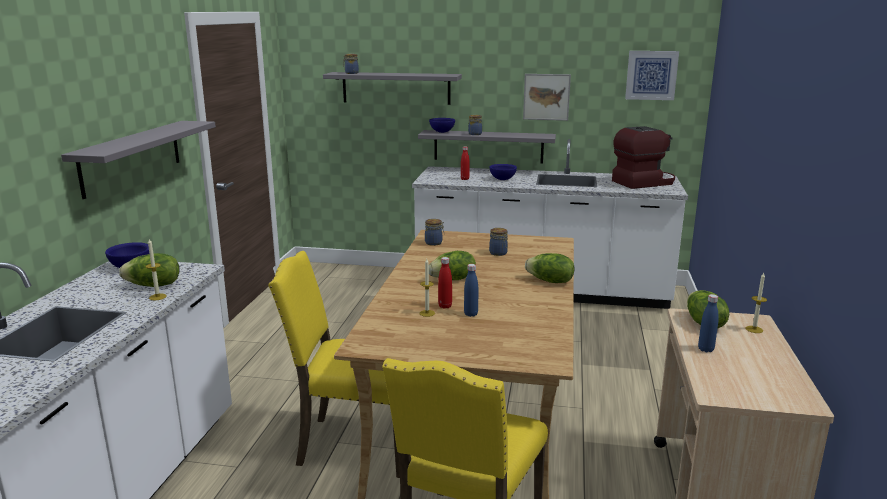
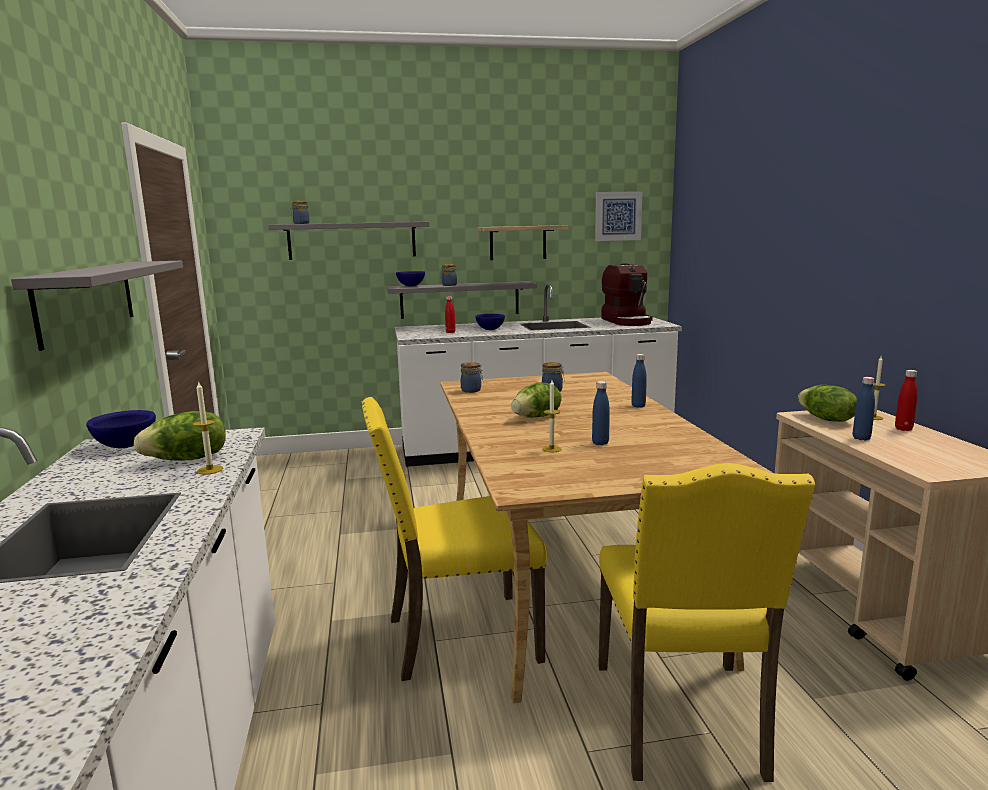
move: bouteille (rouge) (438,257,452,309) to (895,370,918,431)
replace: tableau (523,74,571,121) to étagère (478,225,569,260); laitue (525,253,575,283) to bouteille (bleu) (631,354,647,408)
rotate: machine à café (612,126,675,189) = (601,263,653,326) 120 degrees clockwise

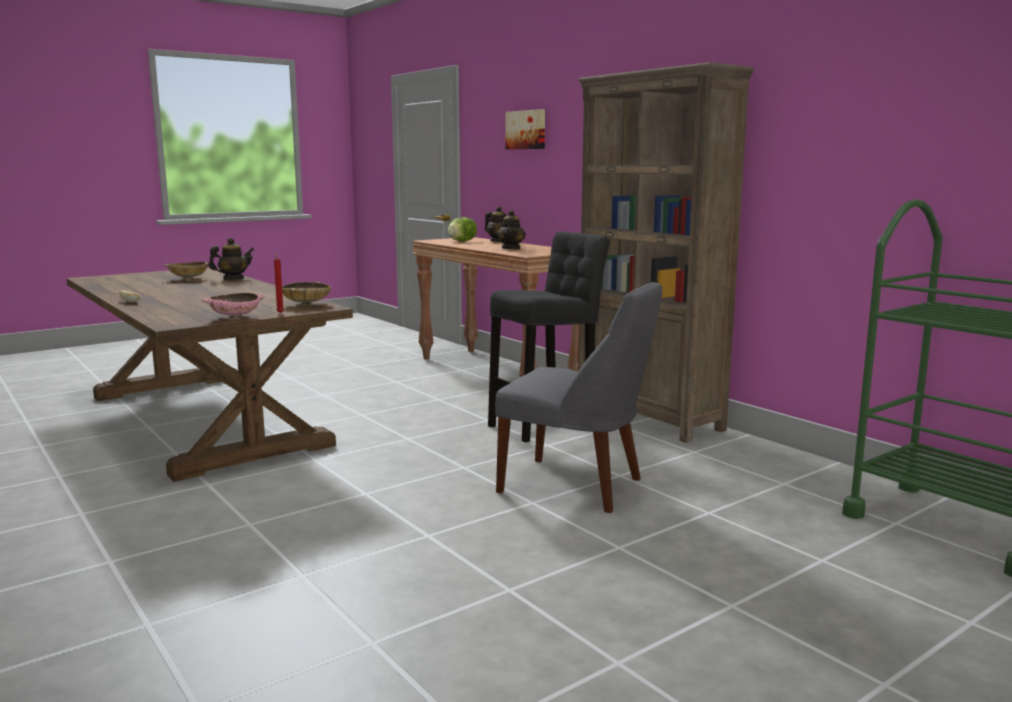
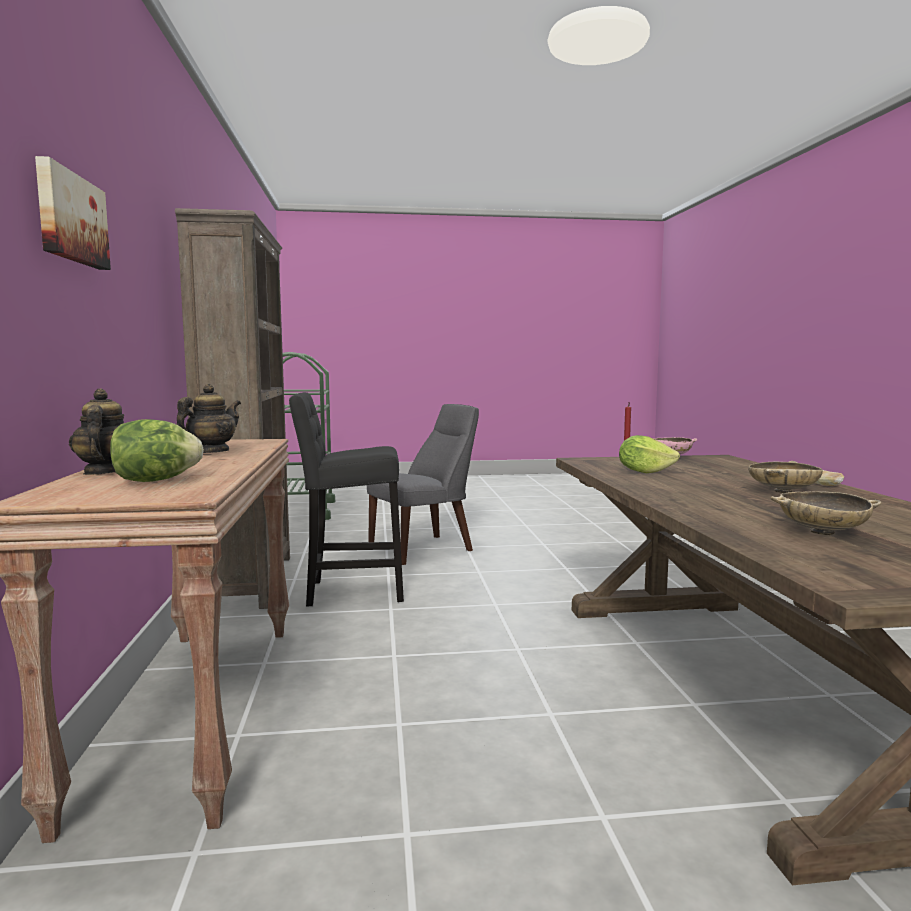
delete: théière (208,238,254,279)
insert: laitue (619,435,680,473)
move: bol (beige) (282,282,331,306) to (748,461,823,493)
rotate: chaise (gris) (495,282,662,513) = (367,404,479,565) 90 degrees clockwise

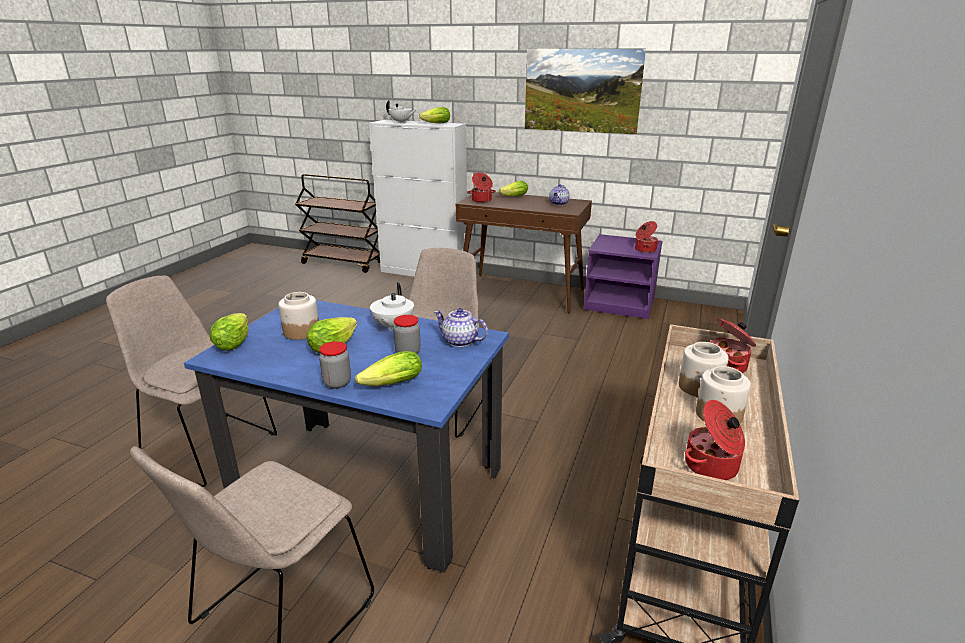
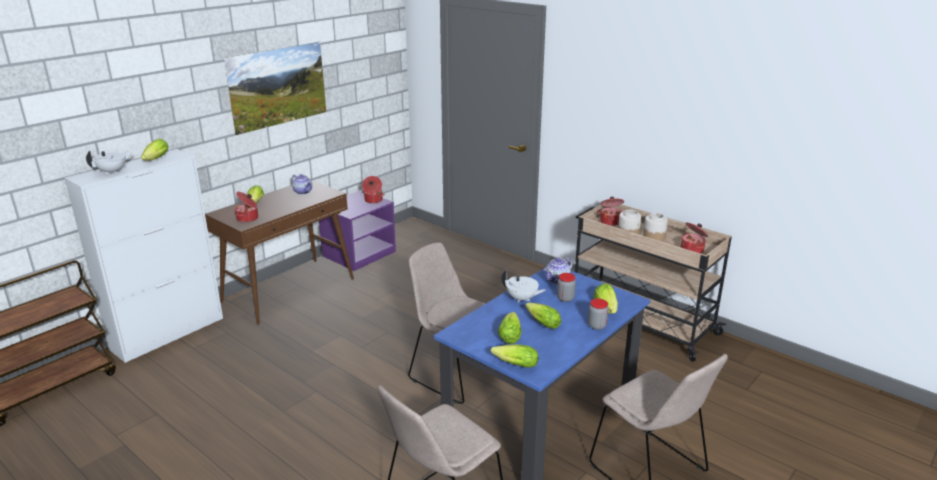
replace: bocal (278,292,319,340) to laitue (498,312,521,344)

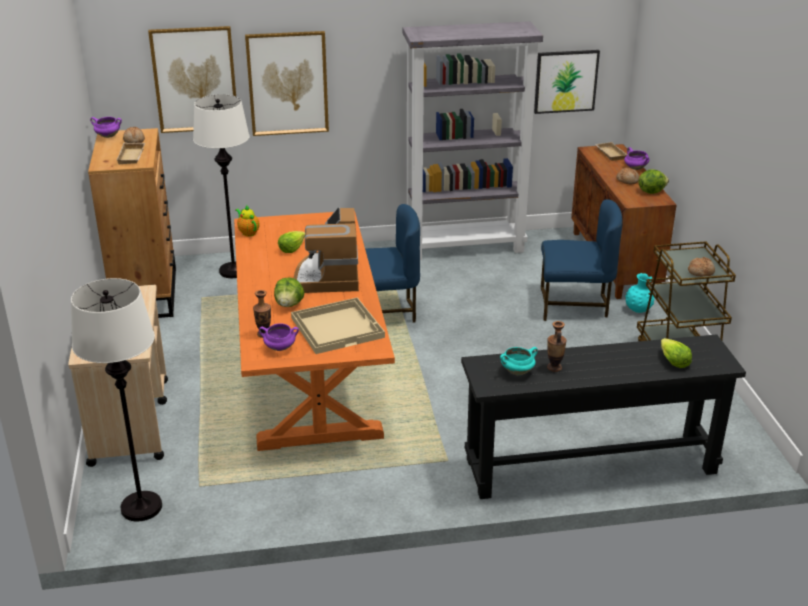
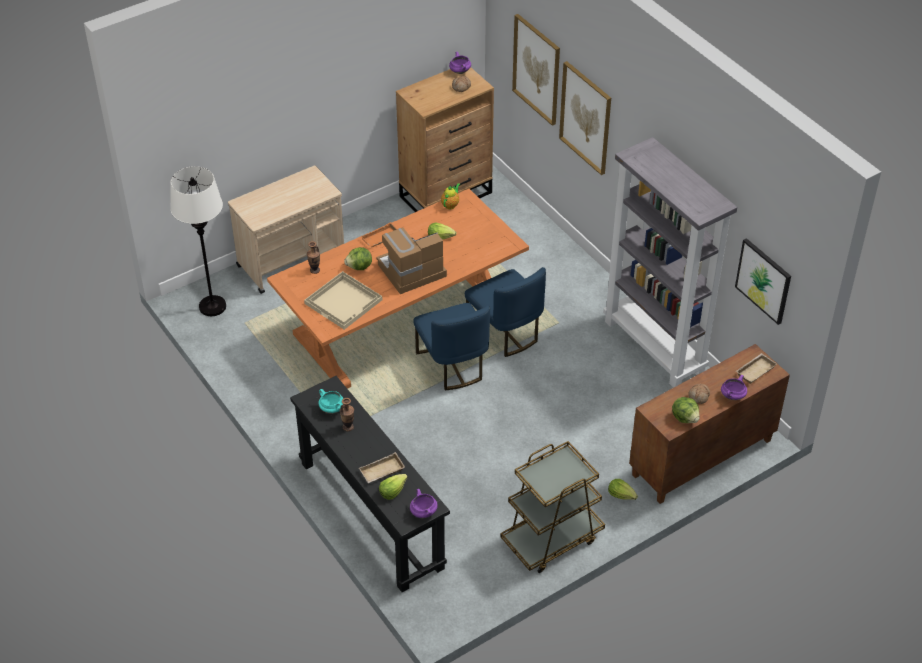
delete: lampadaire (blanc) (193,94,250,278); pain (688,257,715,276)
insert: plateau (orange) (361,222,397,247)
move: plateau (beige) (116,142,145,164) to (359,452,405,483); marmite (violet) (259,323,299,351) to (410,489,438,518); chaise (bleu) (541,199,623,321) to (413,303,490,390)
replace: vase (turquoise) (625,273,654,313) to laitue (608,479,638,500)

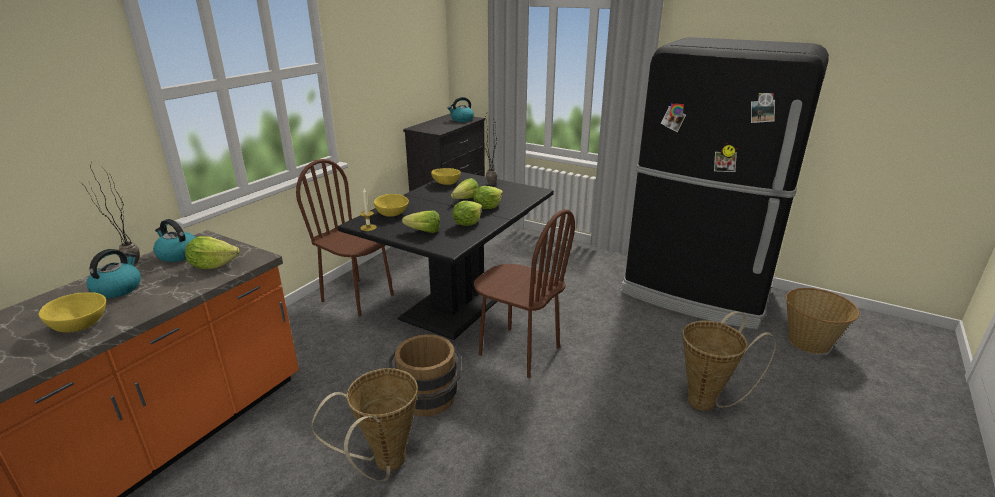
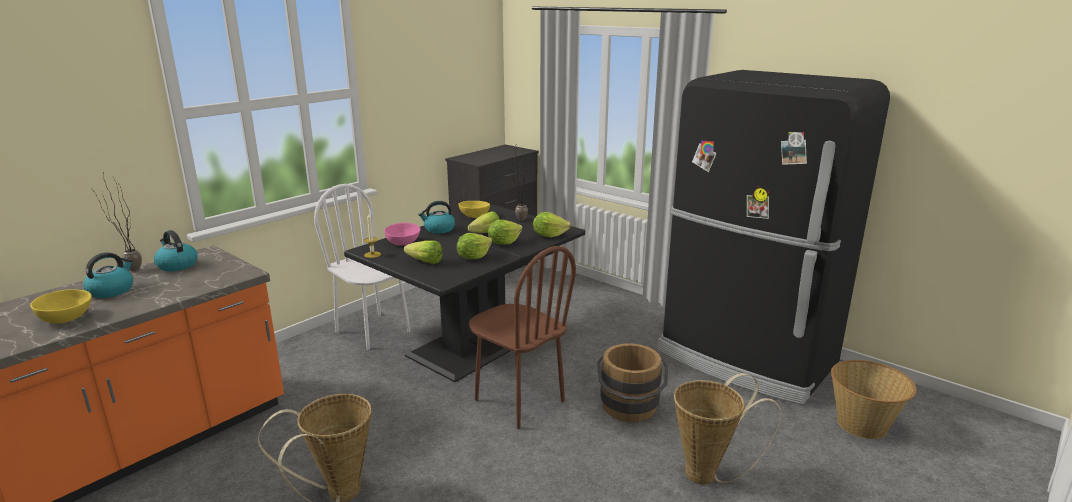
move: bouilloire (448,97,474,122) to (418,201,455,234); laitue (185,236,239,269) to (533,212,571,237); seau (marron) (389,334,462,417) to (597,343,668,422)
recolor: chaise (marron) (296,159,394,317) to chaise (blanc) (314,184,410,350); bol (jaune) (374,194,409,217) to bol (rose) (384,223,421,246)

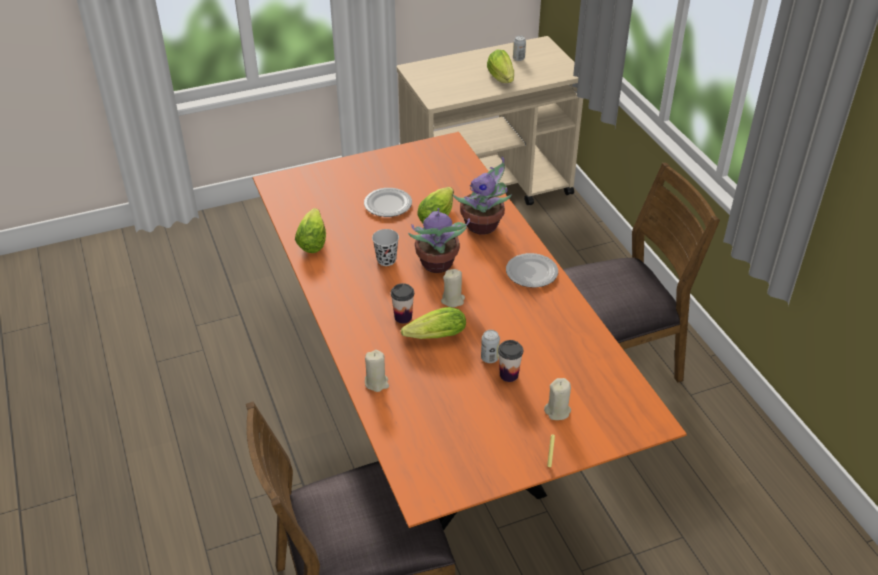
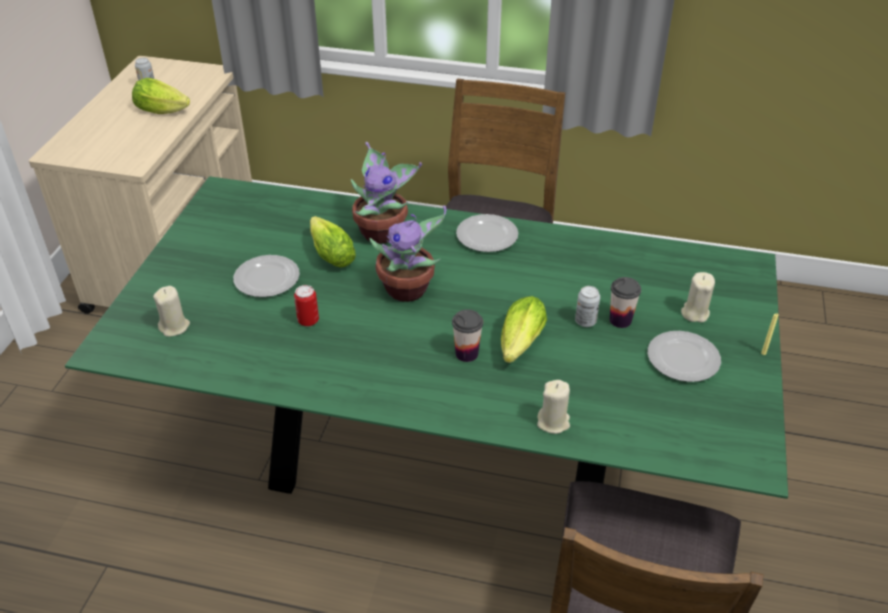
delete: laitue (295,208,326,253); tasse (noir) (372,229,399,266)
insert: boîte métallique (294,285,319,326); assiette (648,331,721,382)
move: bougie (beige) (441,269,465,307) to (153,286,190,337)
recolor: table à manger (orange) (253,132,687,531) to table à manger (vert) (65,176,788,499)

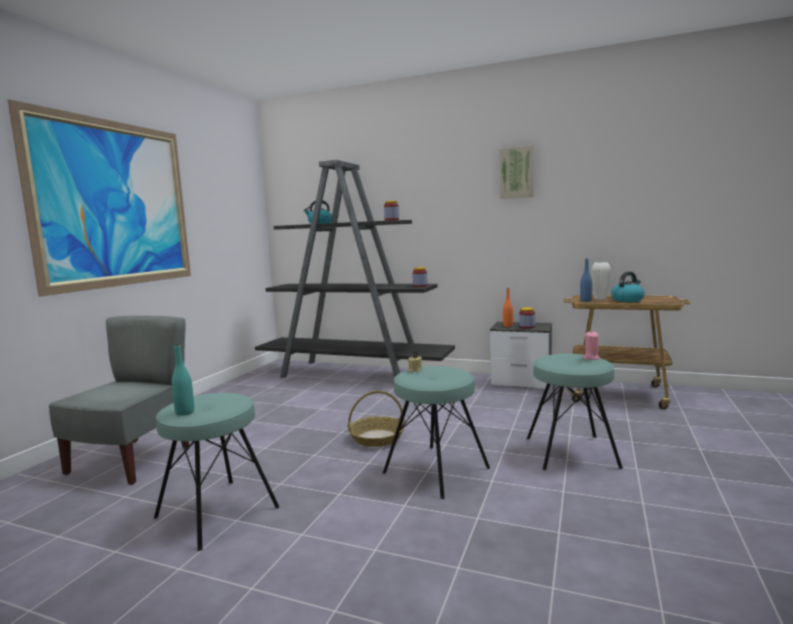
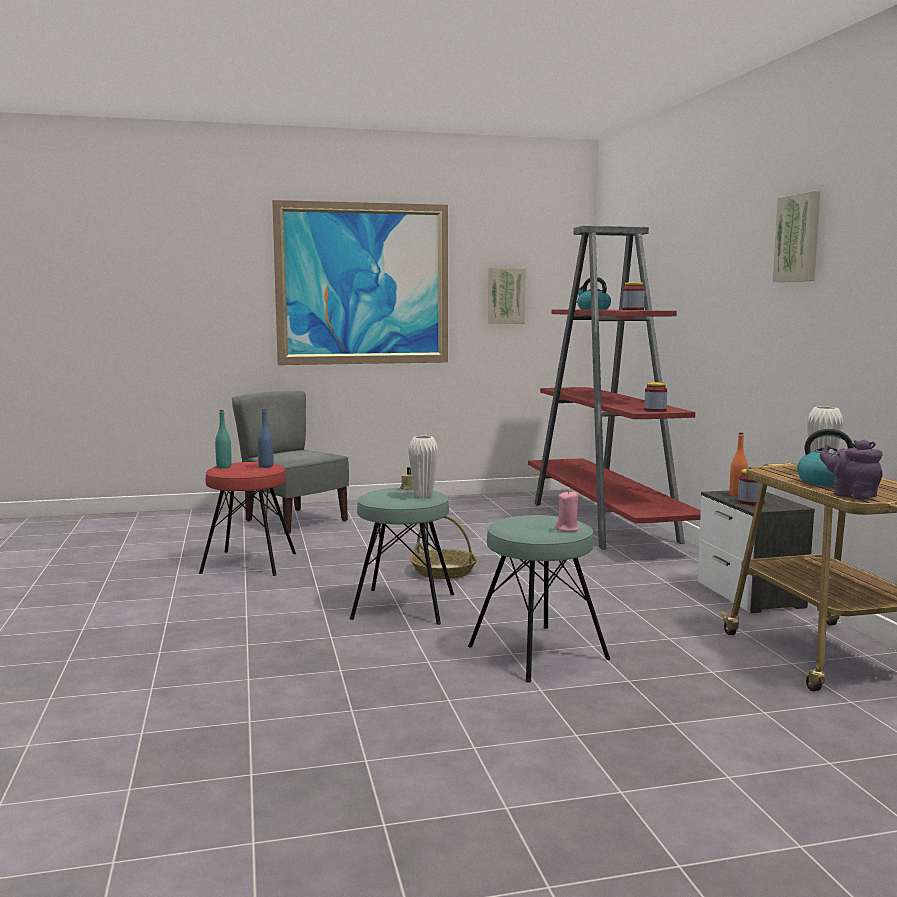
insert: vase (blanc) (408,436,438,498); tableau (488,268,526,324); théière (violet) (820,440,883,499)
move: bouteille (bleu) (580,259,592,302) to (258,409,274,468)
recolor: tabouret (turquoise) (154,393,279,551) to tabouret (rouge) (199,462,296,576); bibliothèque (noir) (255,160,455,378) to bibliothèque (rouge) (528,226,701,550)
rotate: chaise (gris) (49,316,189,485) = (232,391,349,534) 120 degrees counterclockwise

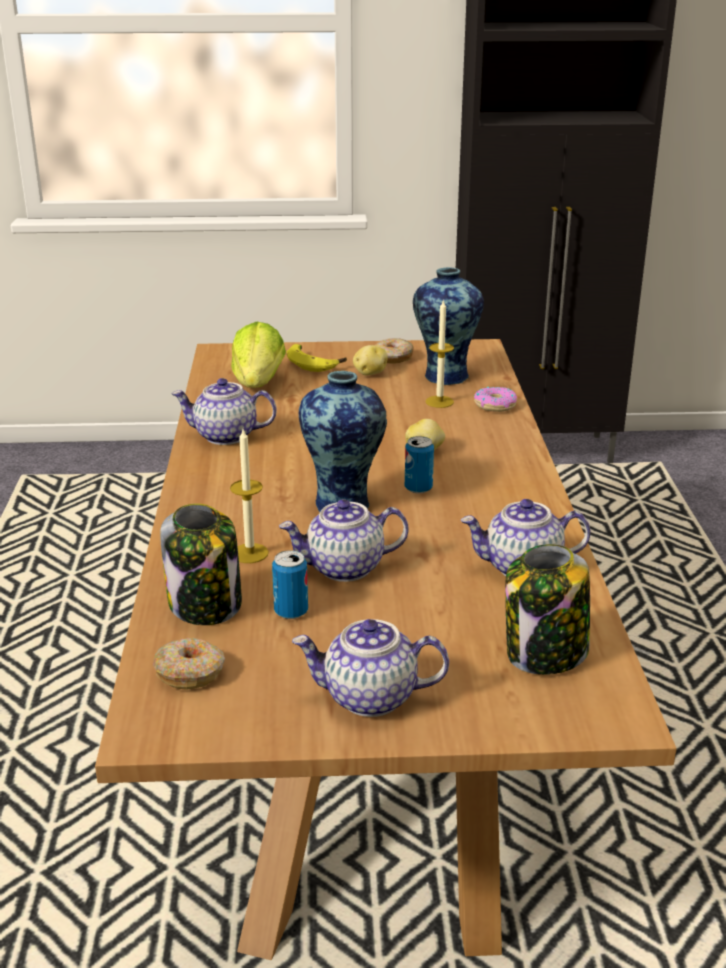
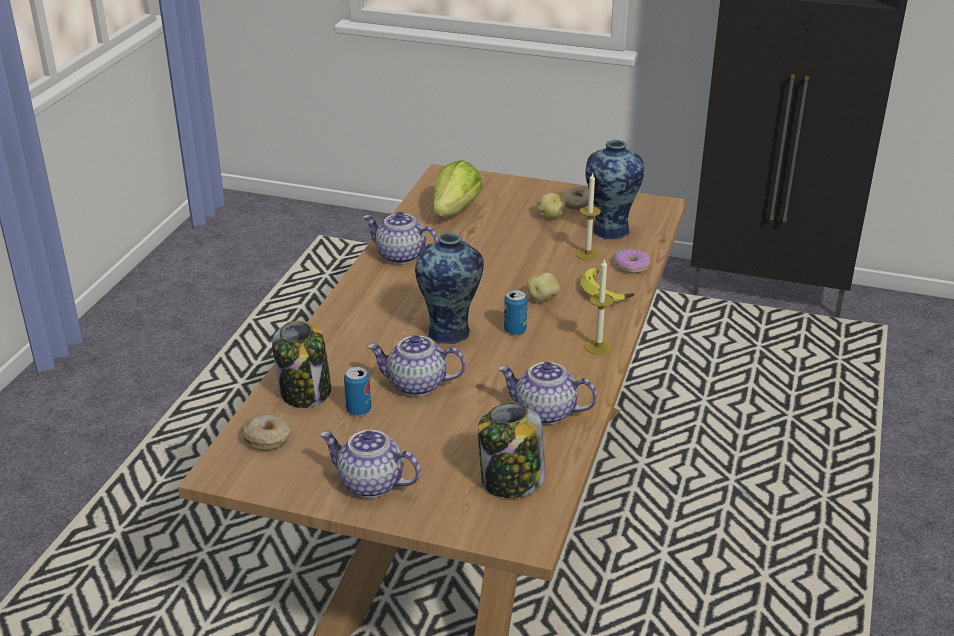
move: banane (287,344,347,372) to (580,268,634,303); bougie (230,429,269,563) to (585,258,614,355)

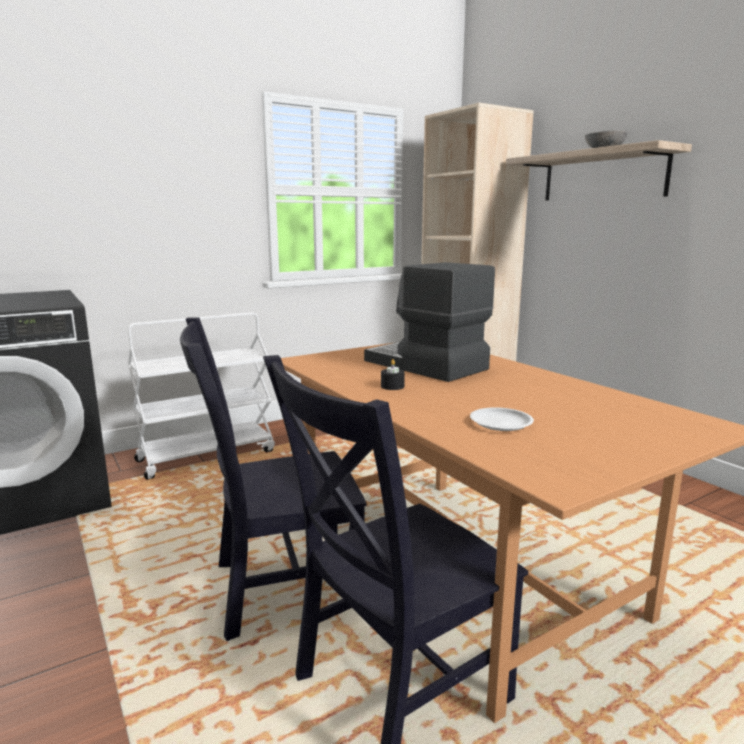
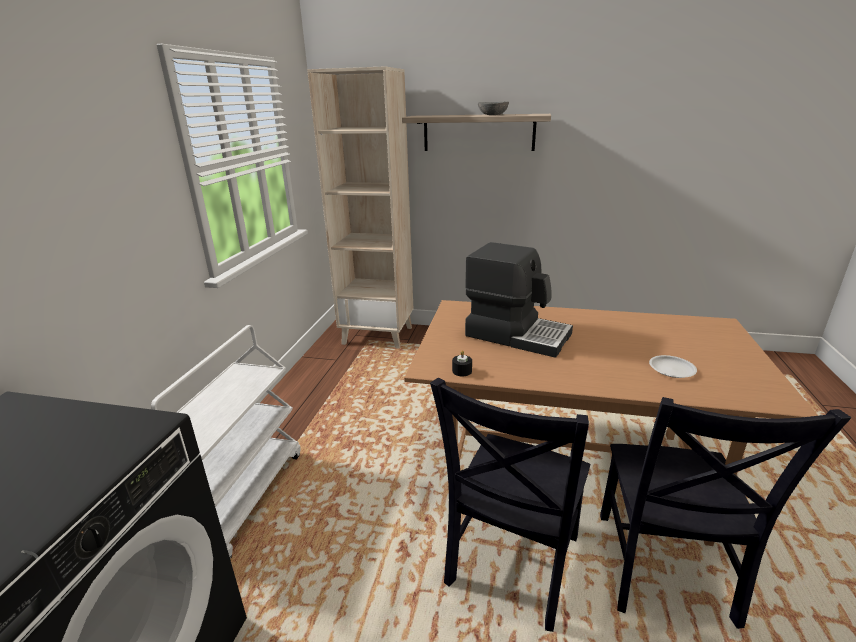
move: bougie (noir) (381,359,405,390) to (452,350,472,376)
rotate: machine à café (364,262,495,382) = (465,242,573,358) 150 degrees counterclockwise

